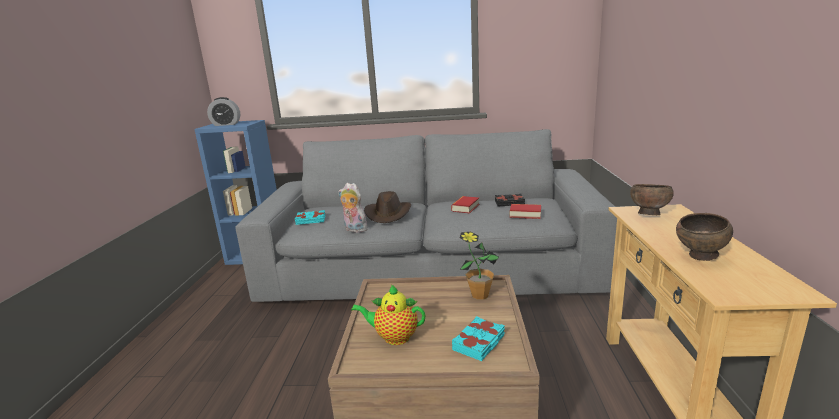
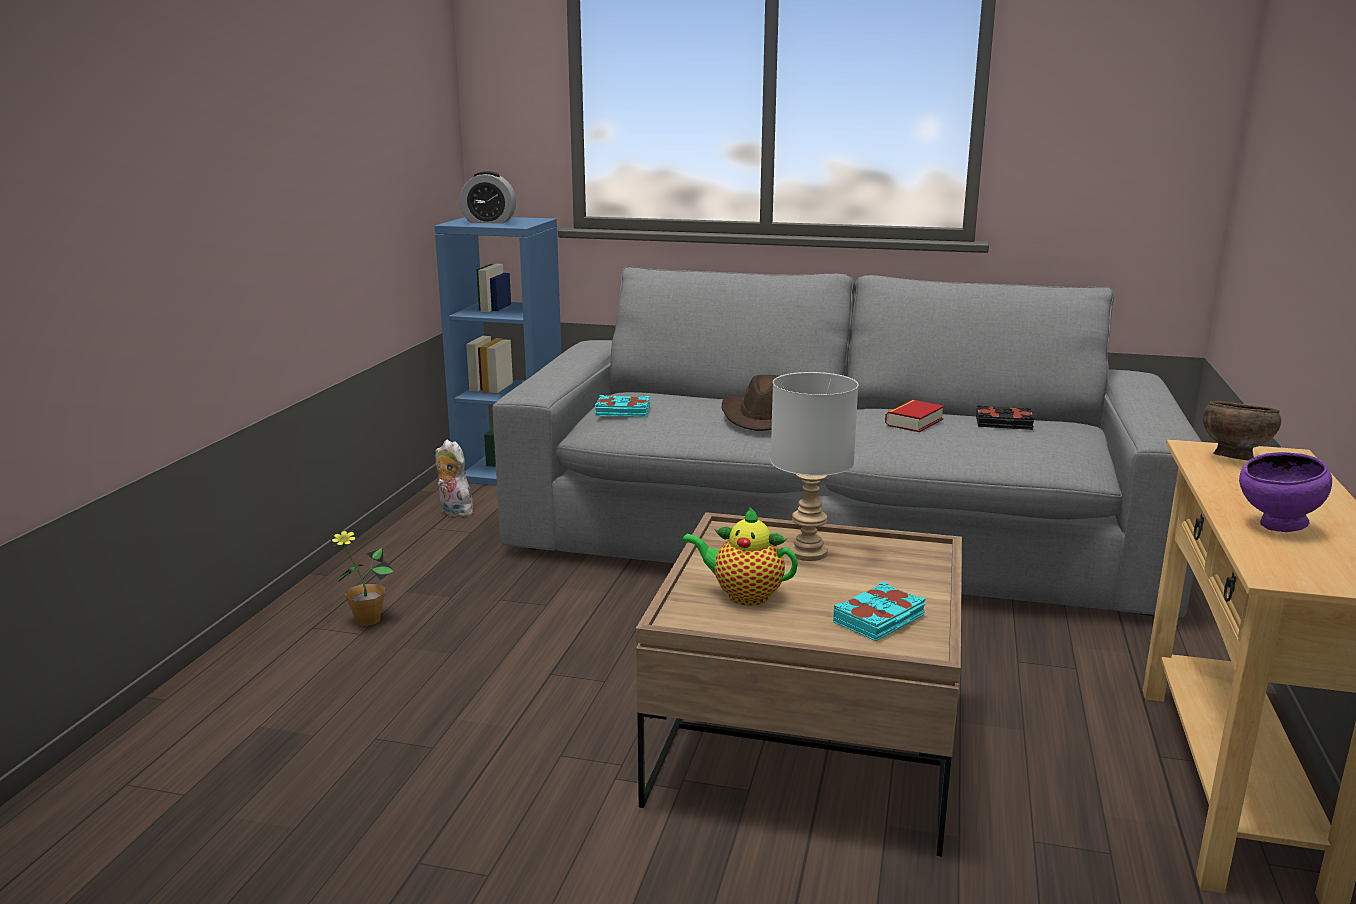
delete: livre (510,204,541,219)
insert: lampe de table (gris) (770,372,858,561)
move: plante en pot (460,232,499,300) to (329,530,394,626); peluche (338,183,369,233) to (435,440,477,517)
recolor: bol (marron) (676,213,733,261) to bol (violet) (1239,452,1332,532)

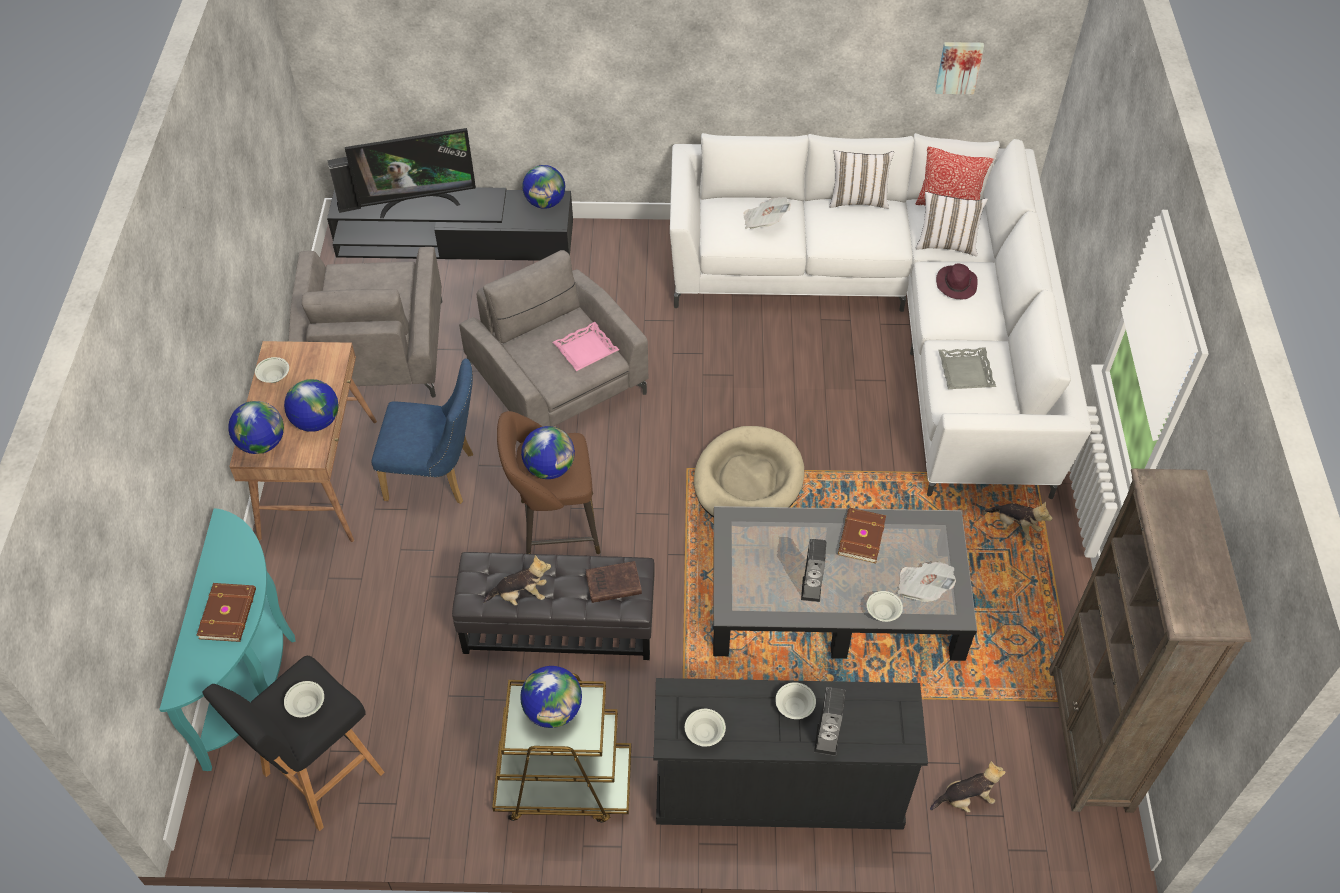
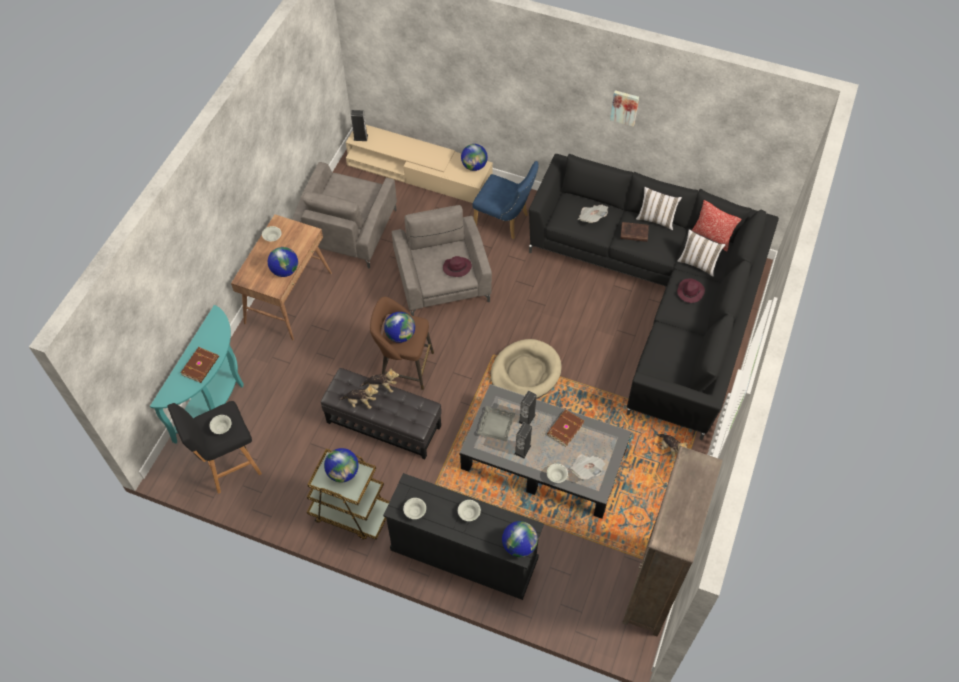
delete: téléviseur (345,128,476,218)
move: peluche (930,761,1006,813) to (360,368,399,393); chaise (bleu) (371,358,473,504) to (472,161,539,239); plateau (gris) (939,347,996,389) to (477,406,515,442); globe (228,401,284,454) to (502,521,538,557); enceinte (814,687,846,756) to (519,391,537,425); tableau (935,42,984,94) to (610,90,639,127); livre (marron) (586,561,642,603) to (620,222,649,242)
replace: plateau (rose) (553,322,619,371) to chapeau (violet) (443,256,472,277)
recolor: meuble télé (noir) (327,187,573,261) to meuble télé (beige) (346,125,493,203); canapé (blanc) (670,133,1092,499) to canapé (noir) (529,154,779,440)

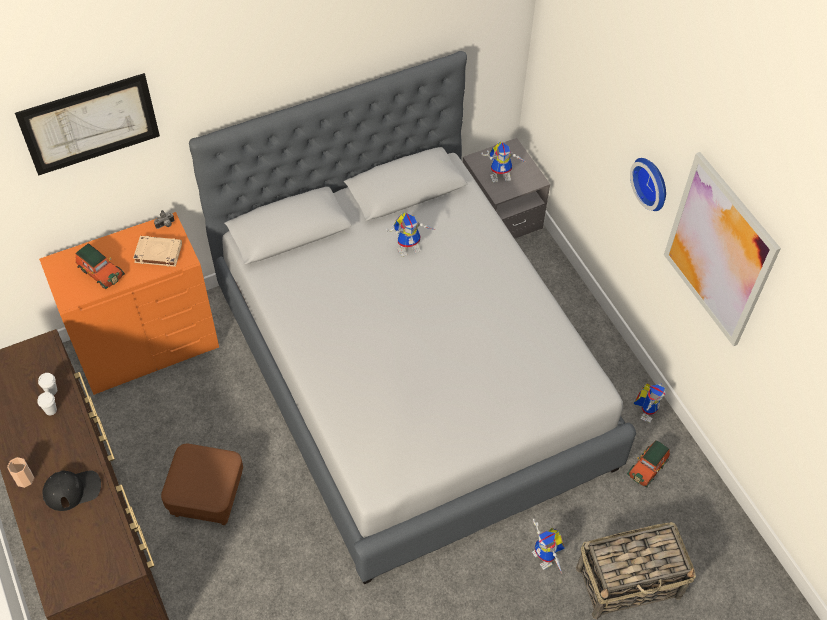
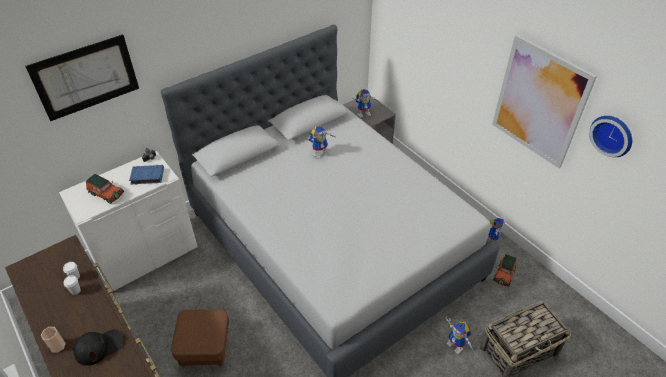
move: horloge murale (630,158,666,211) to (589,116,632,157)
recolor: commode (orange) (39,212,219,395) to commode (blanc) (59,151,198,292); livre (beige) (133,236,182,267) to livre (bleu) (129,165,164,185)

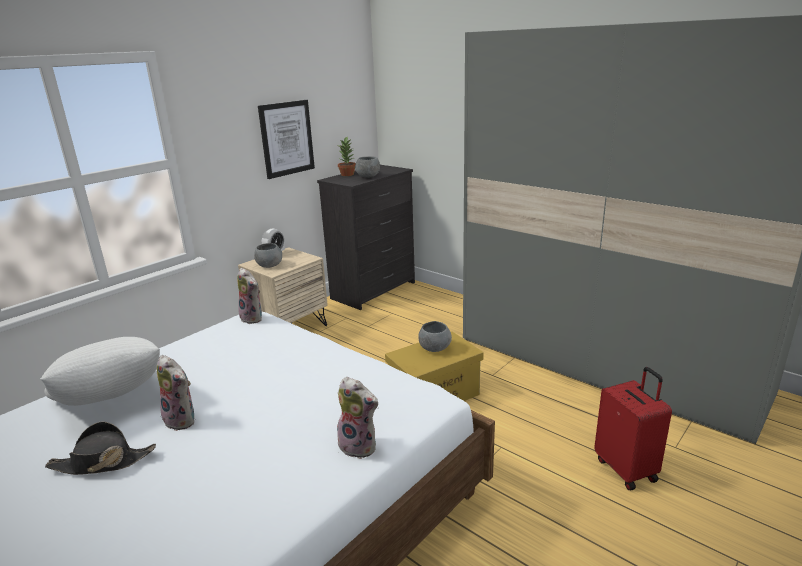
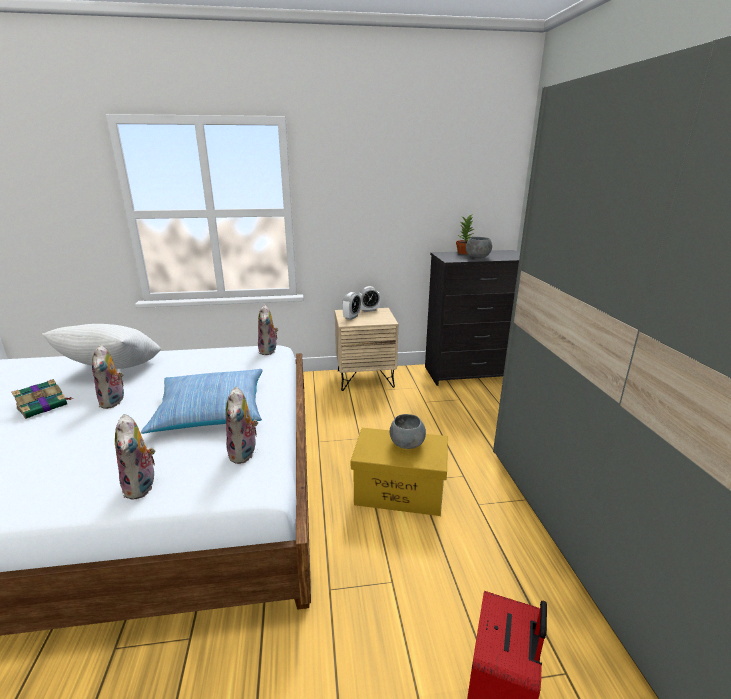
delete: tableau (258,100,315,179)
insert: coussin (141,369,263,434); peluche (226,386,258,464)
replace: chapeau (noir) (45,421,156,475) to livre (11,379,73,419); bol (gris) (254,243,282,268) to réveil (342,292,361,320)

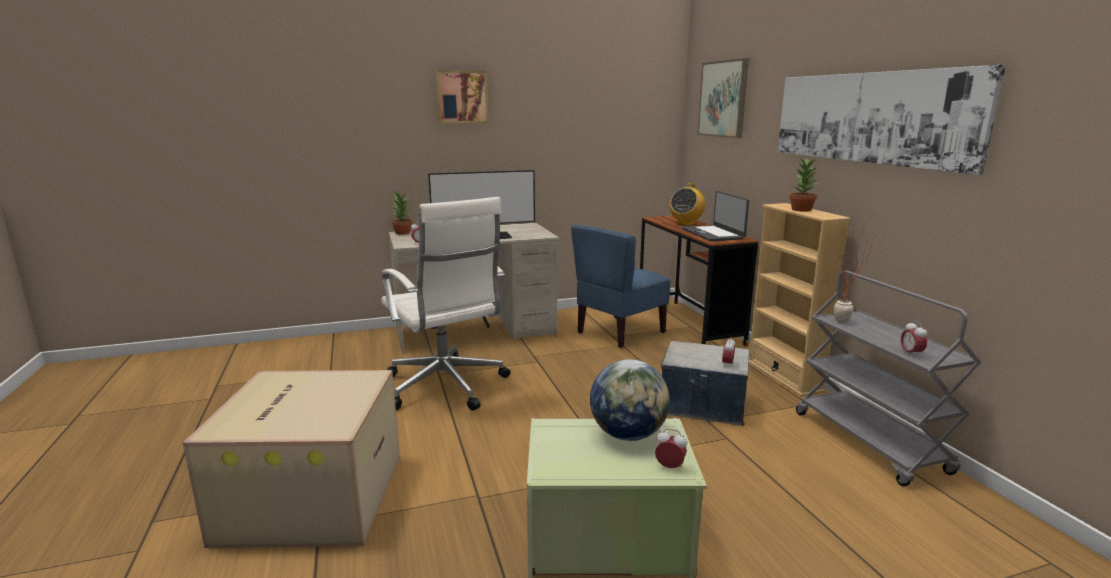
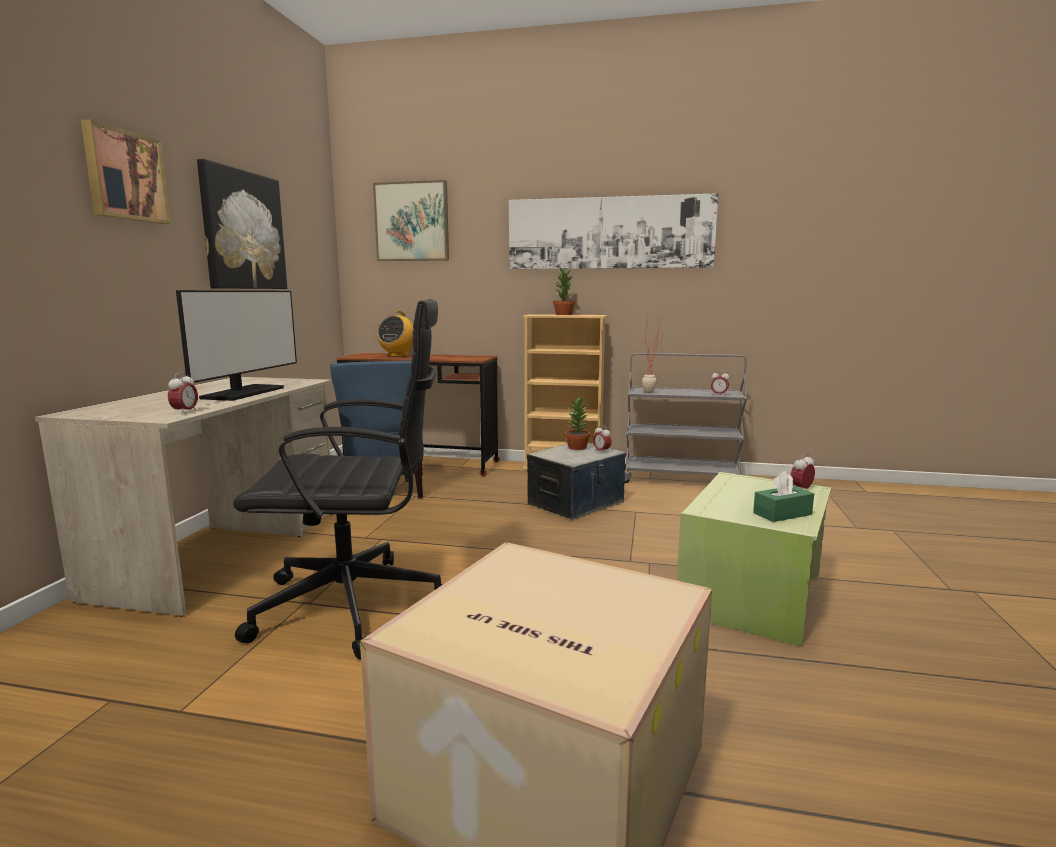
delete: globe (590,359,670,441); ordinateur portable (682,191,750,241)
insert: tableau (197,159,287,289); boîte à mouchoirs (vert) (753,471,814,522)
move: plante en pot (391,192,413,235) to (565,397,590,450)
recolor: chaise de bureau (blanc) (381,197,511,411) to chaise de bureau (noir) (233,299,443,659)
rotate: radio (669,183,705,225) = (377,311,414,357) 45 degrees clockwise

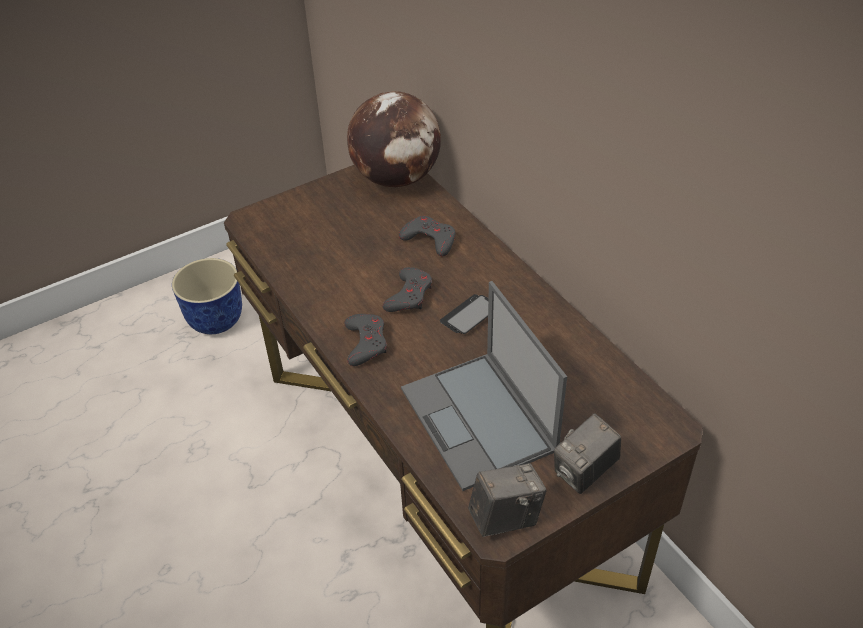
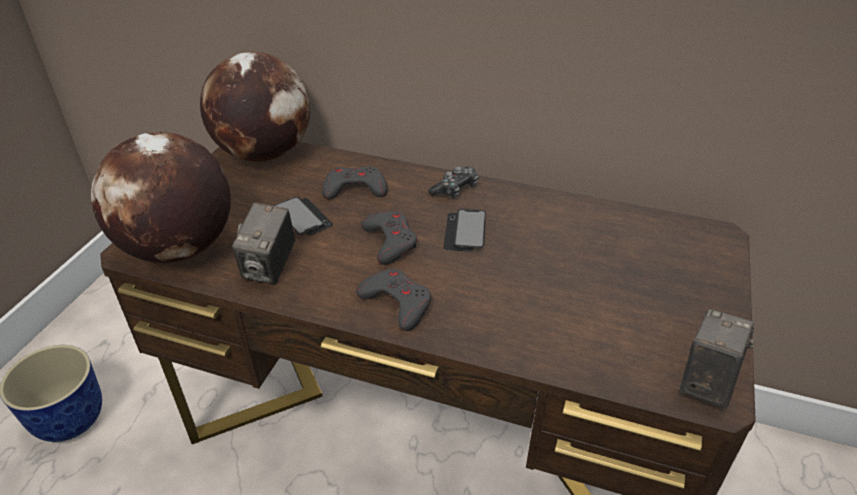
delete: ordinateur portable (401,281,567,491)
insert: globe (91,132,231,263); téléphone (274,197,333,235); manette (428,166,478,199)
move: appareil photo (554,413,621,494) to (232,203,295,284)

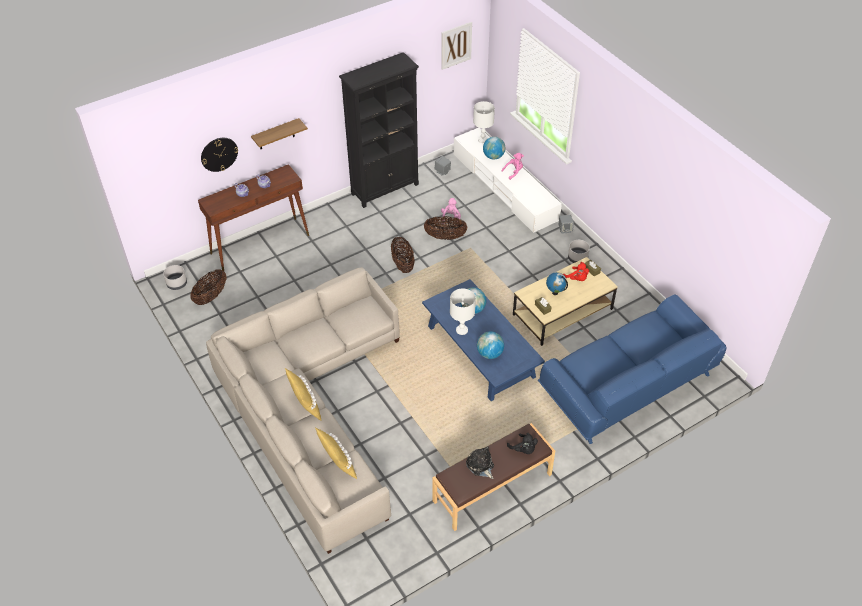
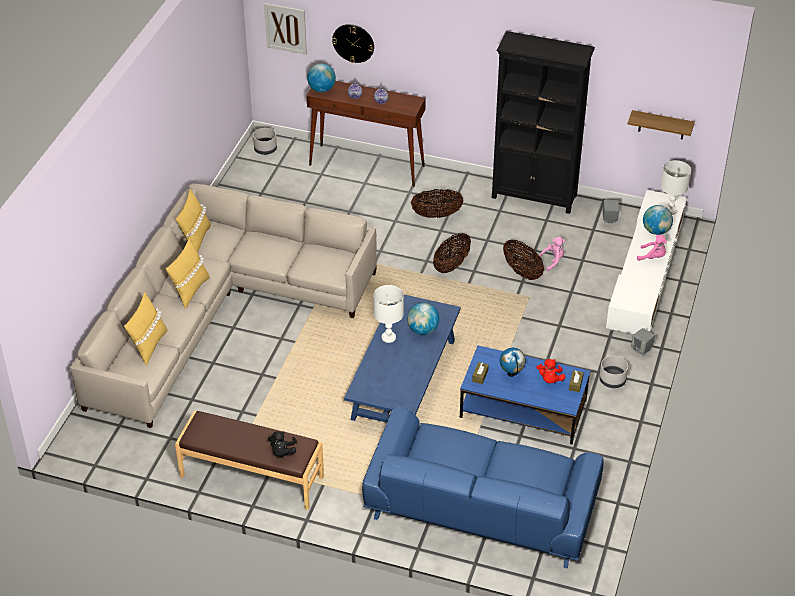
delete: peluche (466,446,494,479)
insert: coussin (jaune) (176,189,211,253)
move: tableau (441,22,472,70) to (264,3,307,55); globe (477,331,504,359) to (307,64,336,92); panier (190,269,227,305) to (411,189,463,218); étagère (251,118,308,149) to (627,110,695,140)
recolor: table basse (beige) (513,257,618,346) to table basse (bleu) (460,345,591,444)

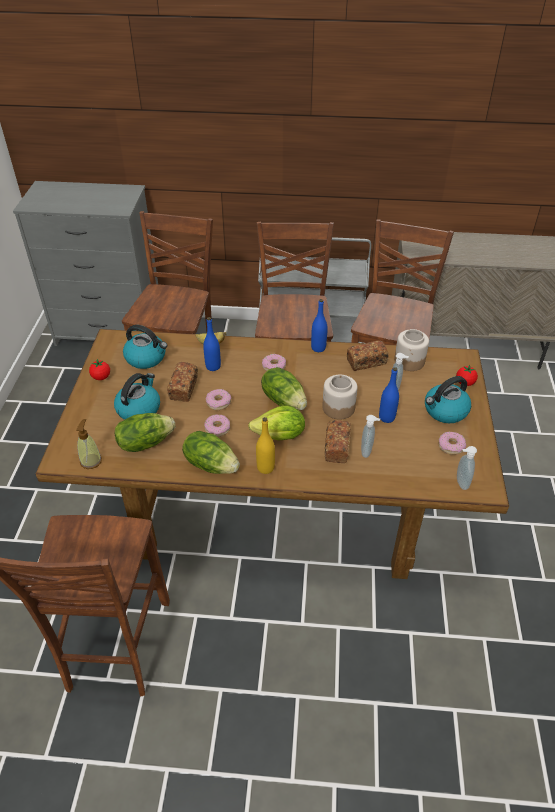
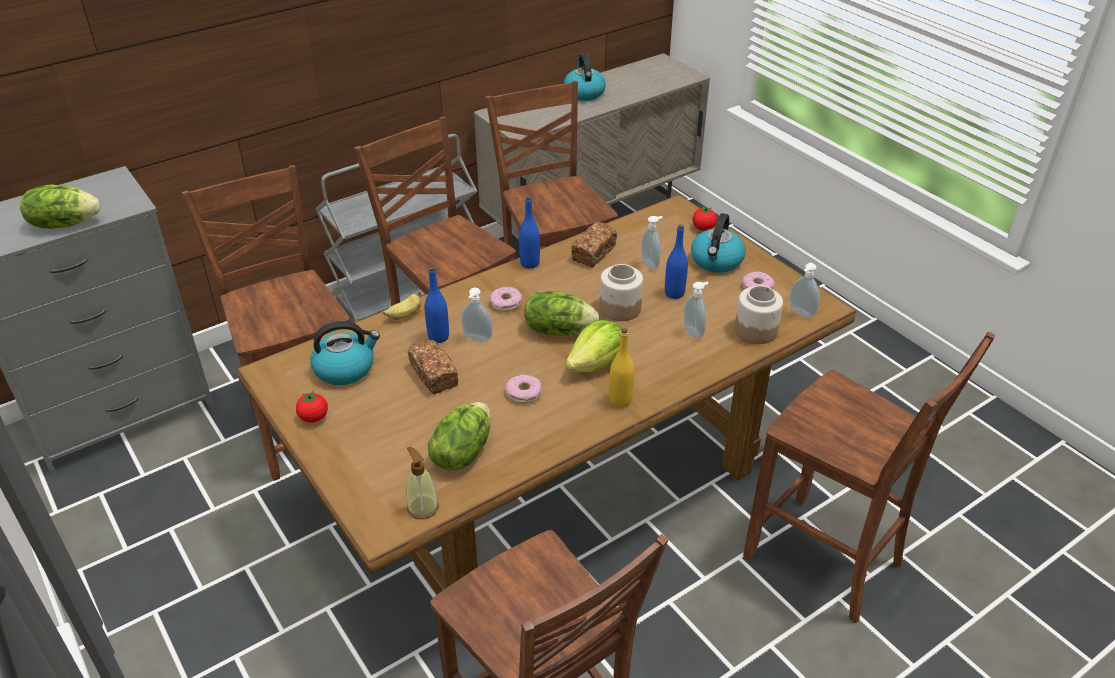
delete: beignet (206,389,231,410); pain (325,420,351,463)
insert: distributeur de savon (461,288,493,343); chaise (marron) (743,332,995,623)
move: laitue (182,431,240,474) to (20,184,101,229); bouilloire (114,373,160,420) to (564,54,606,101); bocal (394,329,429,371) to (735,285,783,344)

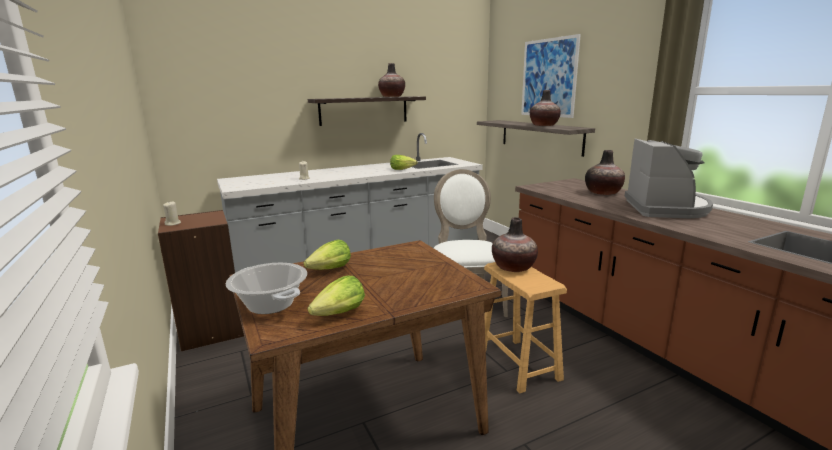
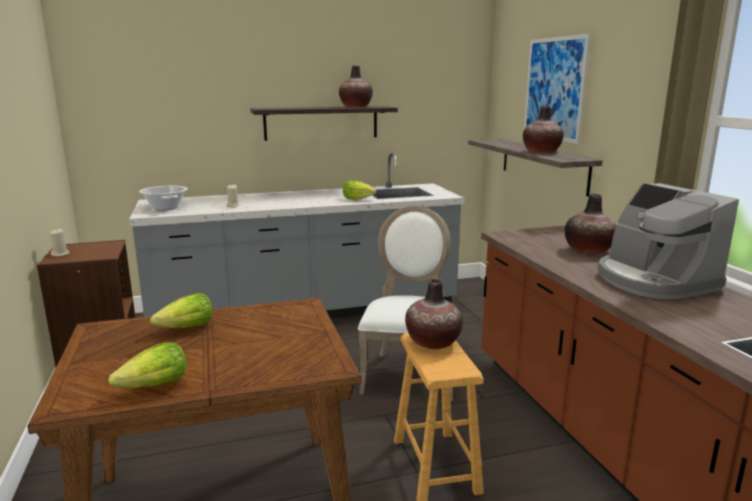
move: marmite (226,263,307,314) to (139,186,188,210)
rotate: machine à café (624,139,713,218) = (598,183,739,299) 135 degrees clockwise

